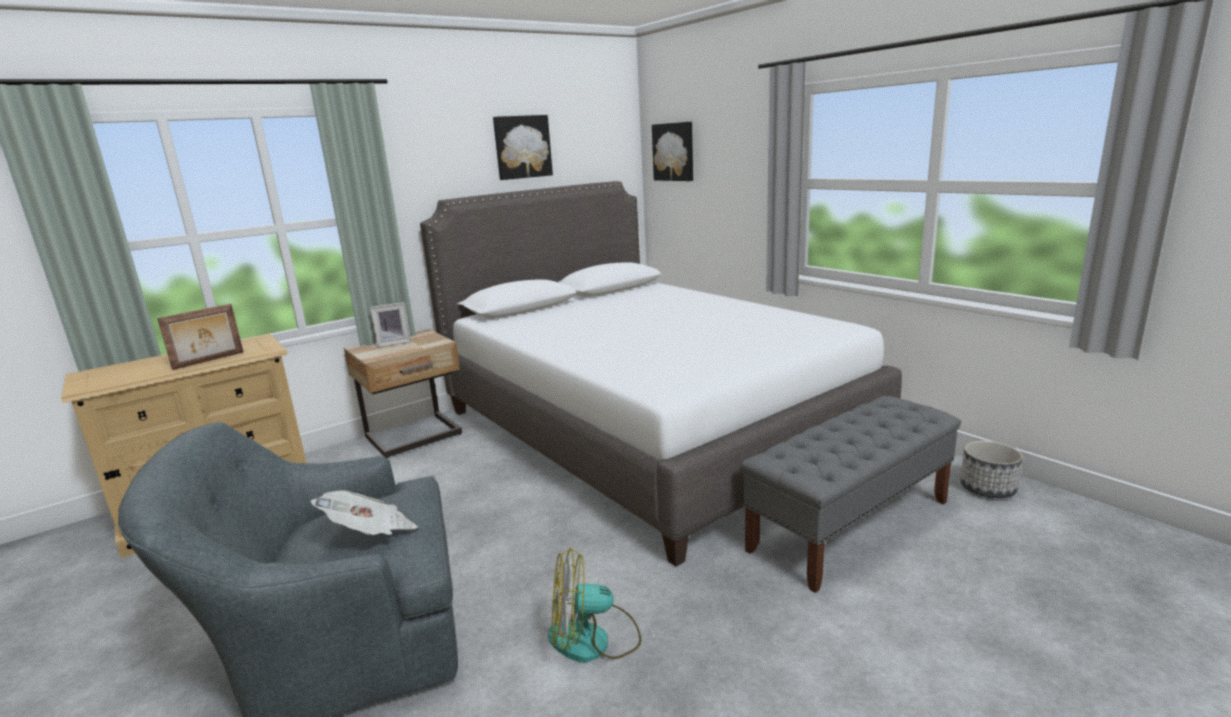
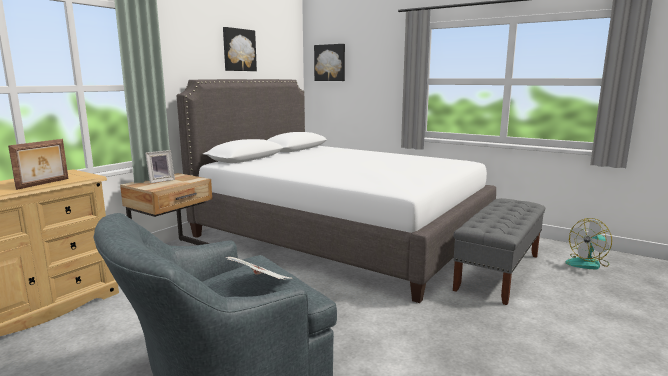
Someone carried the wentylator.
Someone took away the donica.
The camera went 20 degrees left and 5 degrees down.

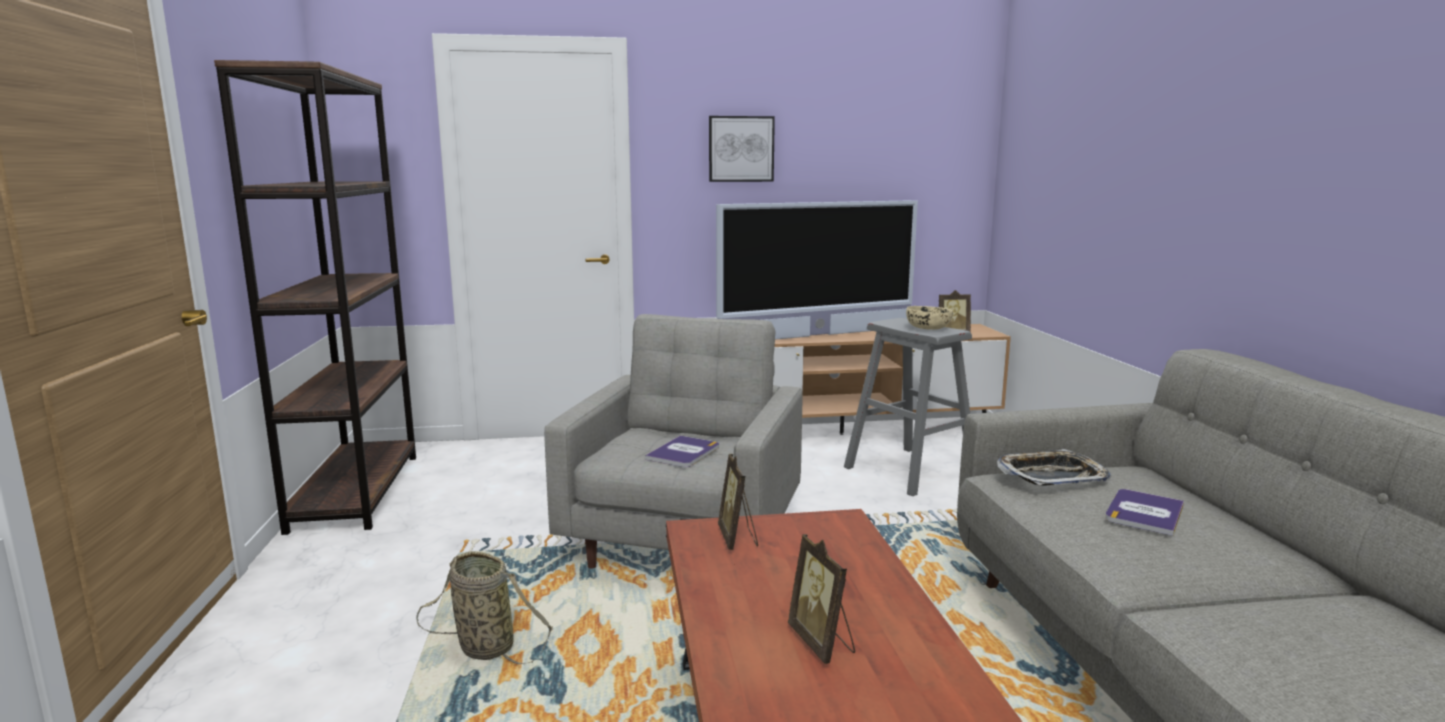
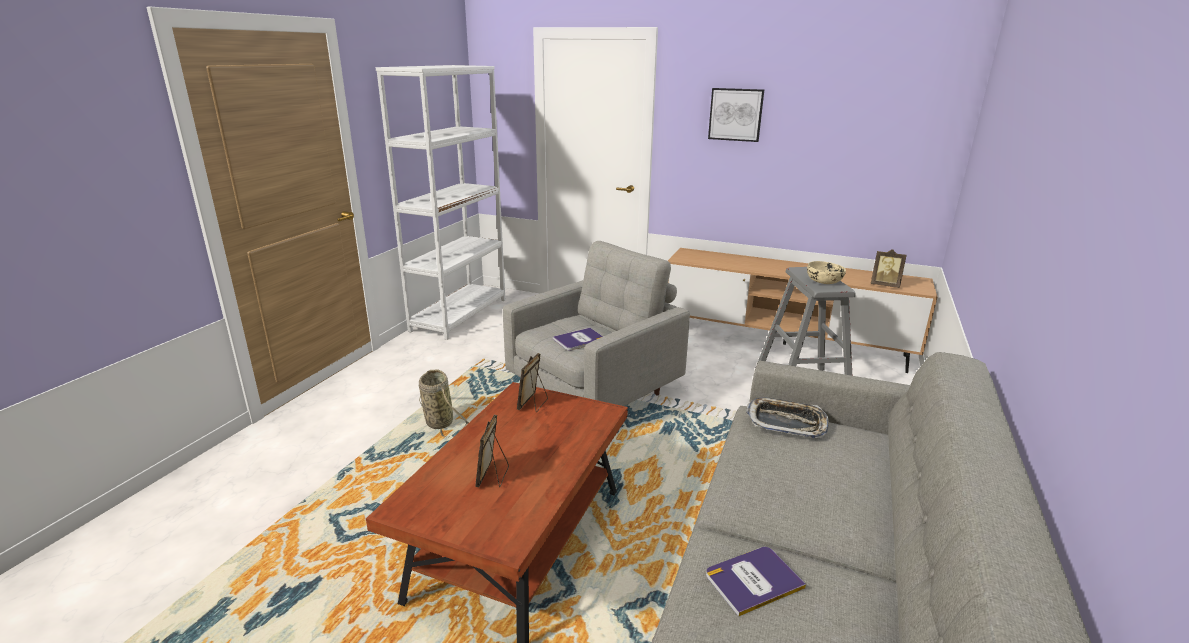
Someone repainted the regał [brązowy], which became the regał [biały].
Someone took away the telewizor.
Someone carried the książka (2nd from left).
The camera went 30 degrees right and 10 degrees up.

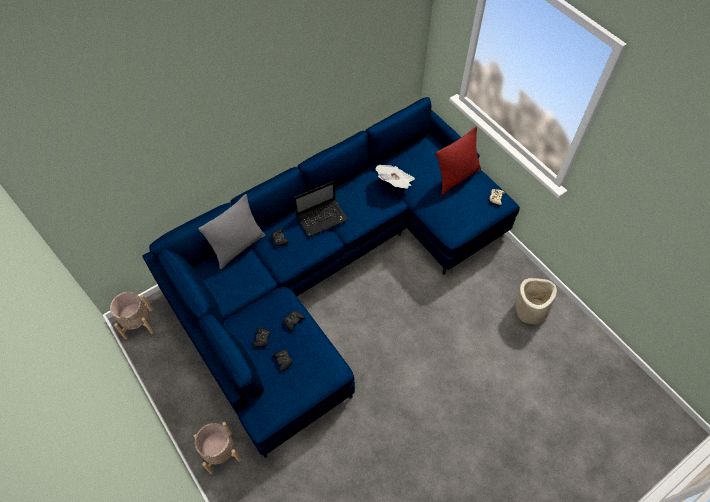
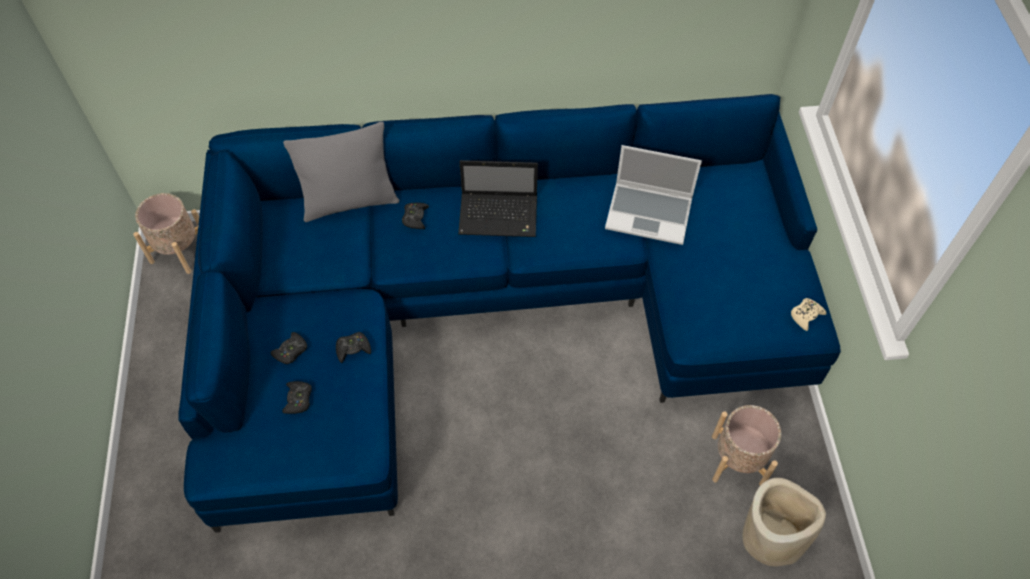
Someone carried the donica [beżowy] (2nd from left).
Someone swapped the gazeta for the laptop (2nd from left).
Someone took away the poduszka [czerwony].
The camera went 30 degrees right and 0 degrees up.

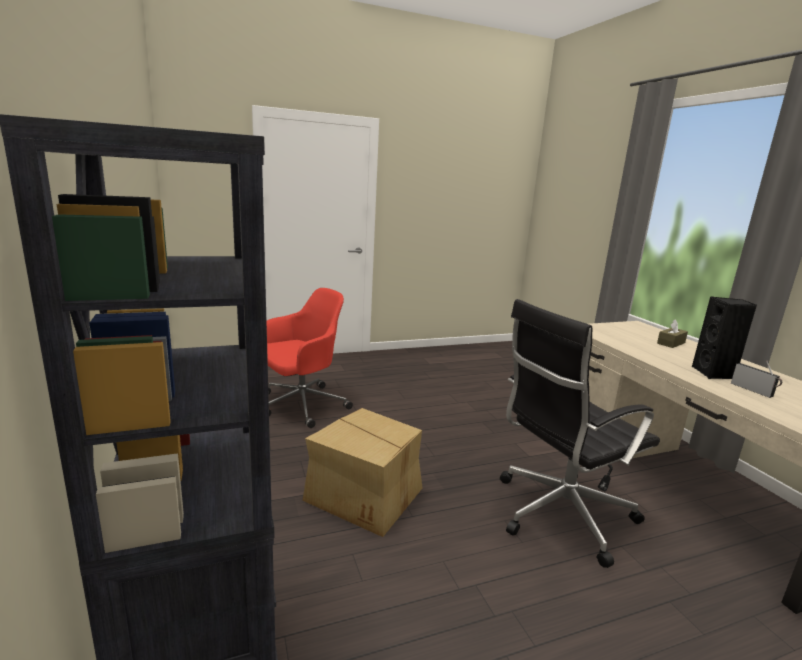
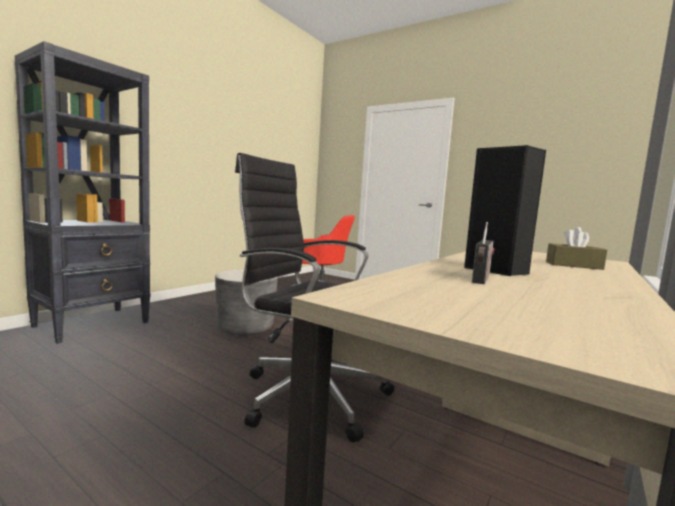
Someone swapped the karton for the donica [szary].
The camera went 55 degrees right and 10 degrees down.

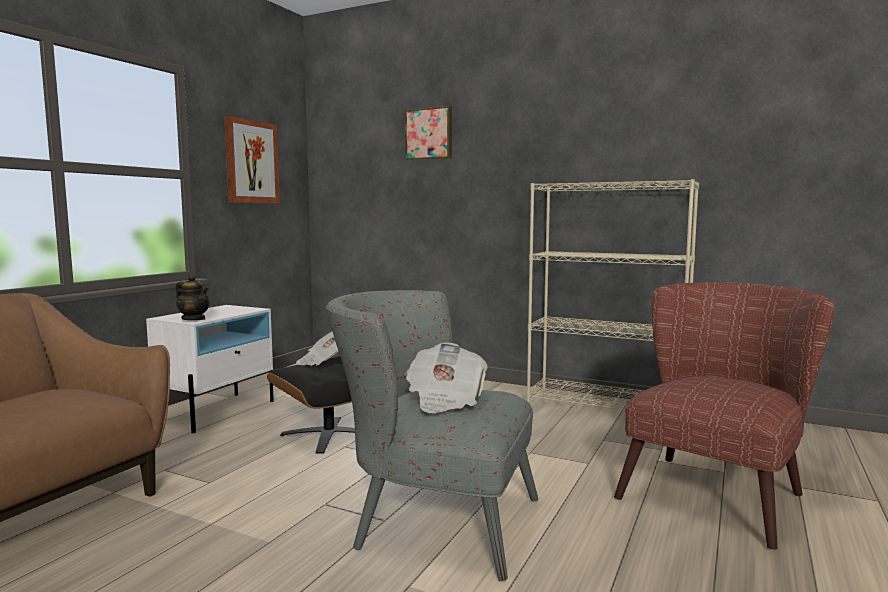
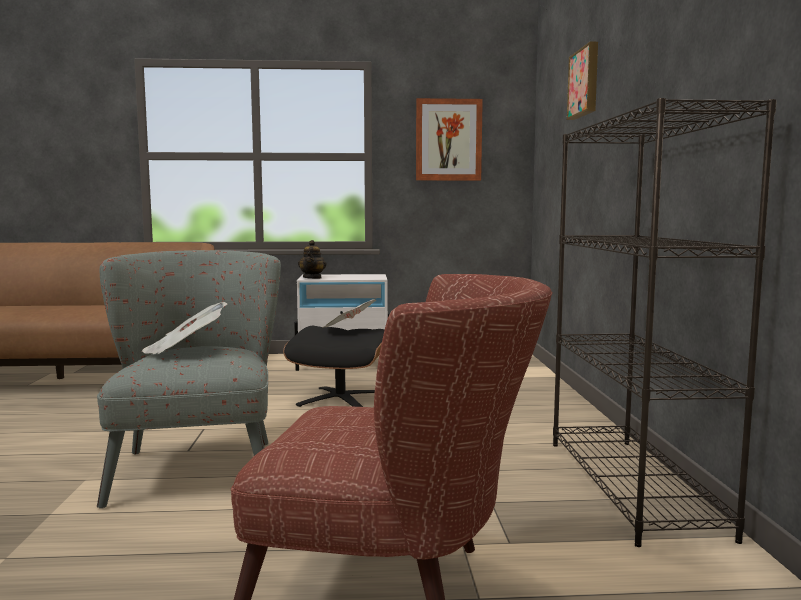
Someone repainted the regał [beżowy], which became the regał [czarny].
The camera went 60 degrees right and 0 degrees up.

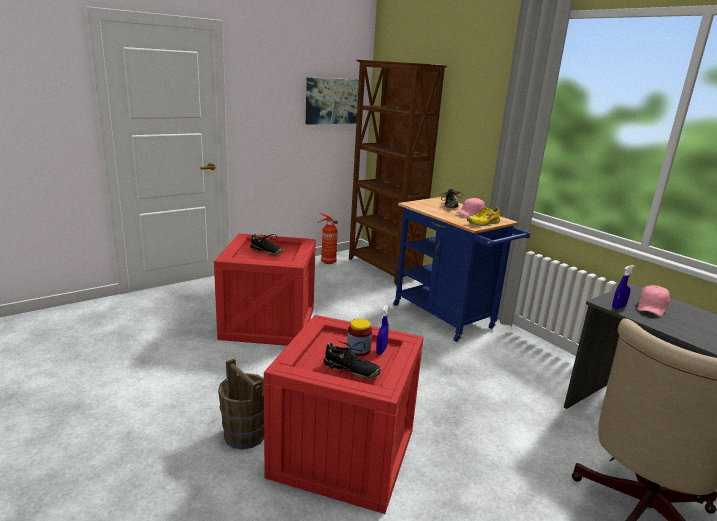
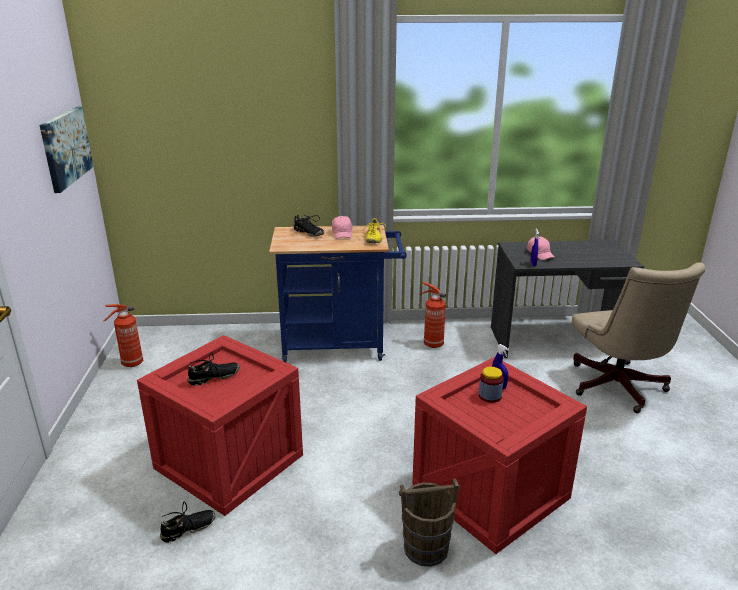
Someone carried the but [czarny] (2nd from left in the first image).
Someone took away the regał [brązowy].
Someone put down the gaśnica (2nd from left).
The camera went 55 degrees left and 5 degrees up.

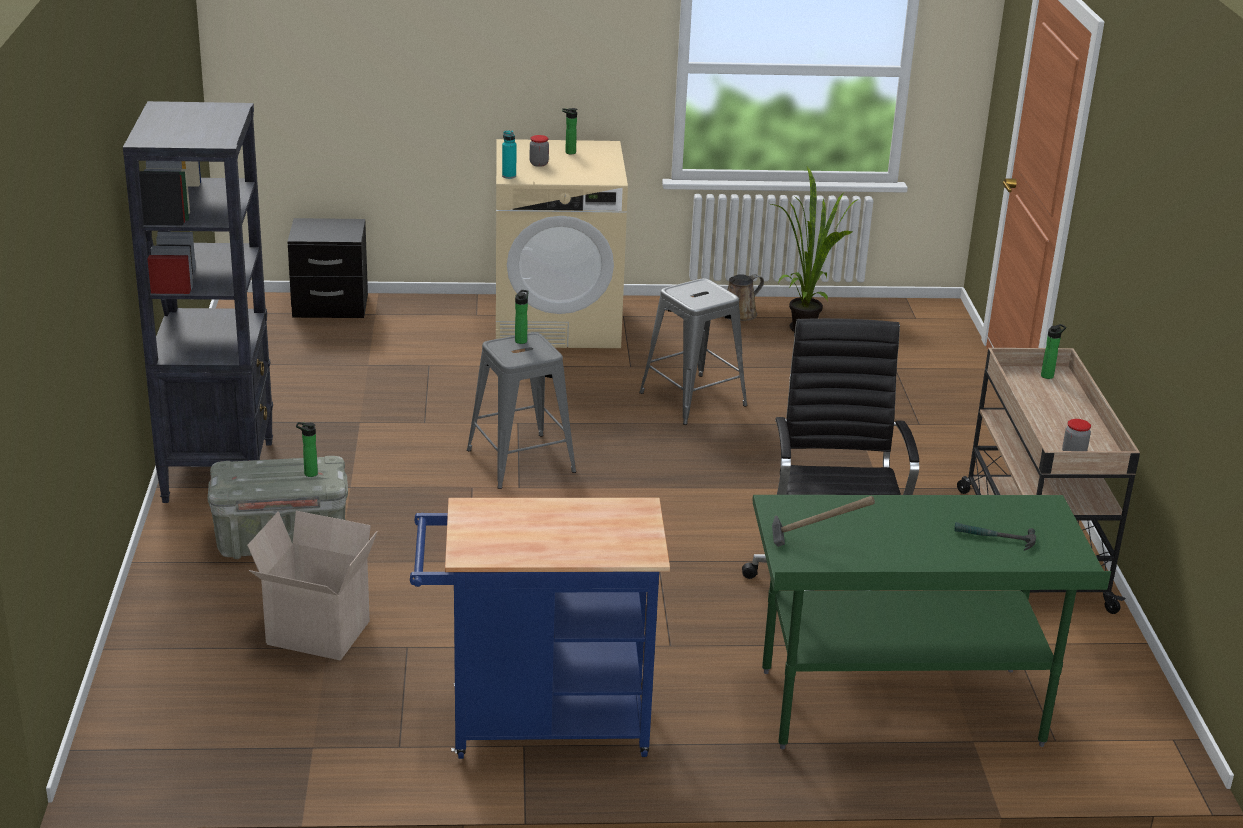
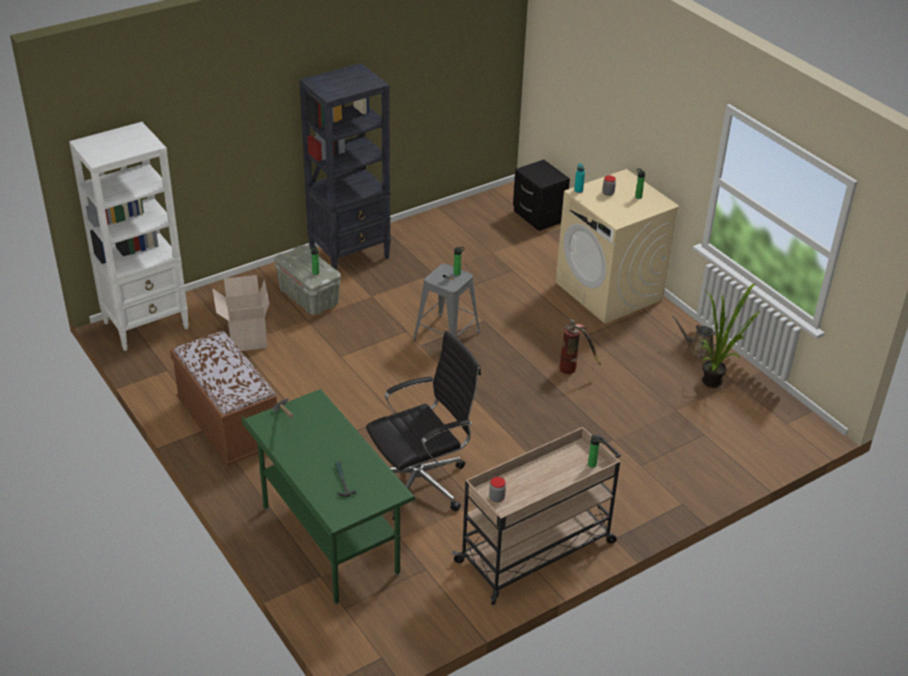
Someone swapped the wózek [niebieski] for the ławka [brązowy].
Someone swapped the stołek [szary] (2nd from left) for the gaśnica.
Someone put down the regał [biały].
The camera went 60 degrees right and 10 degrees up.

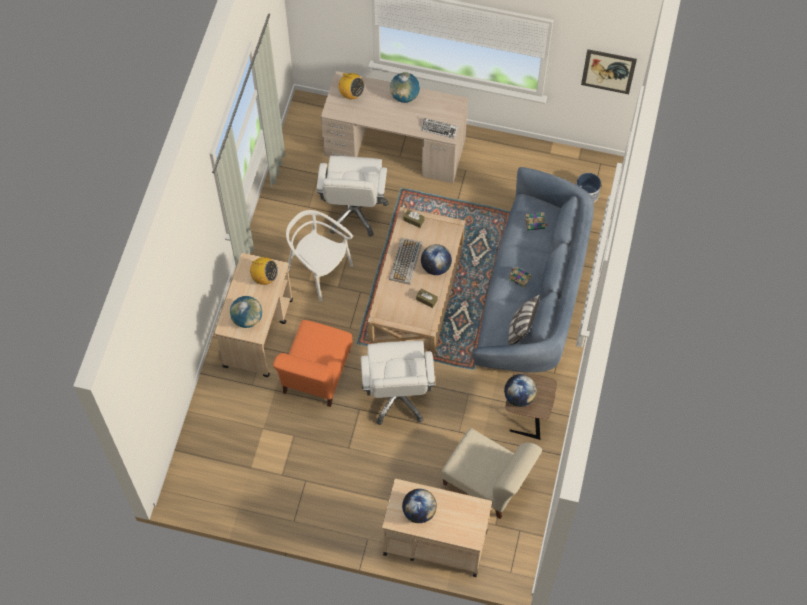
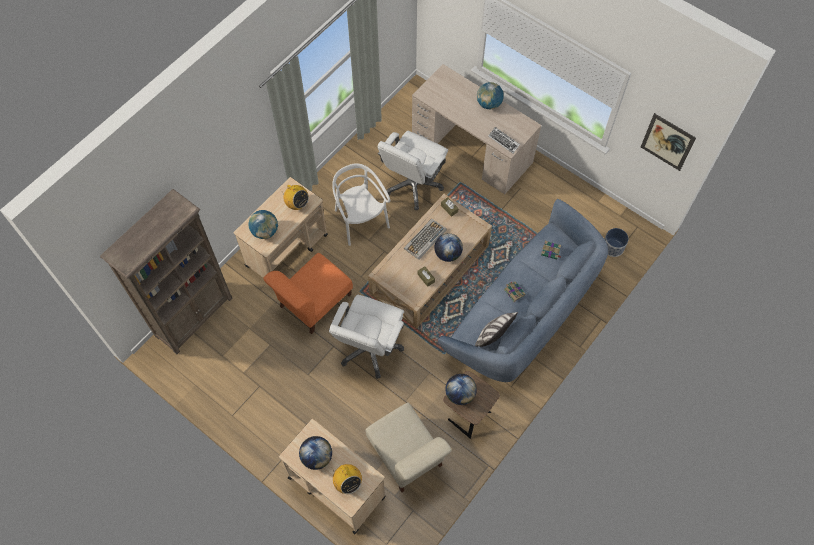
Someone carried the radio (2nd from left).
Someone put down the regał [brązowy].
The camera went 25 degrees right and 0 degrees up.

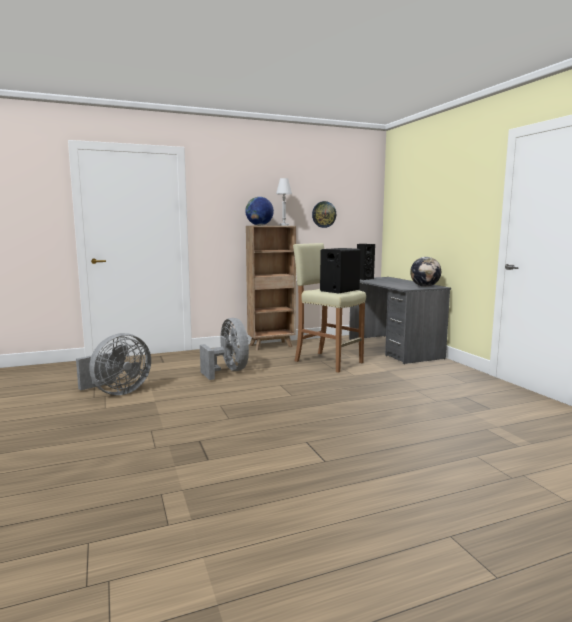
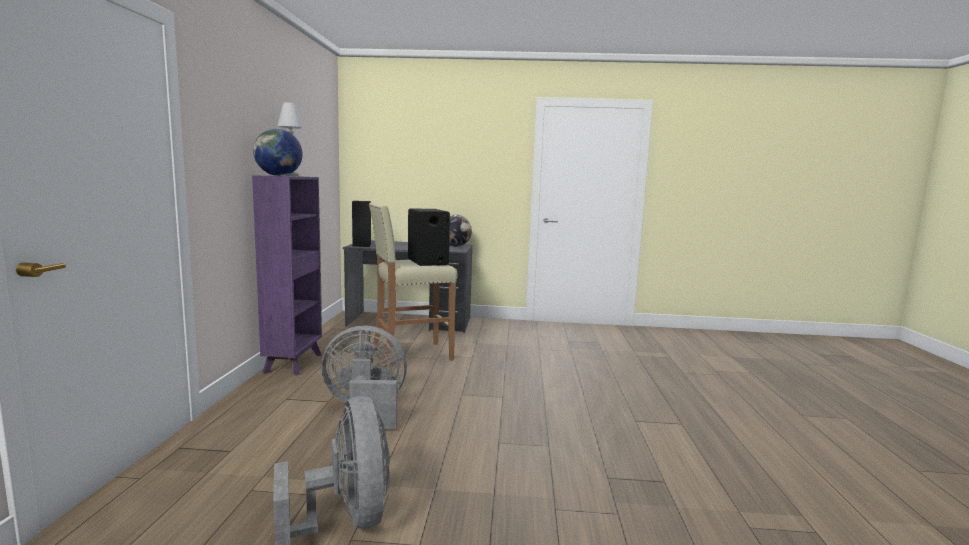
Someone repainted the regał [brązowy], which became the regał [fioletowy].
Someone took away the zegar ścienny.
The camera went 65 degrees left and 0 degrees up.

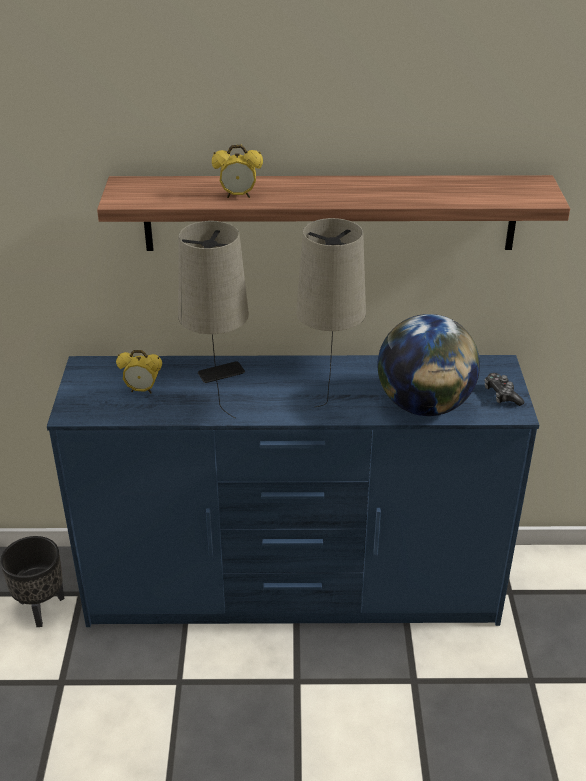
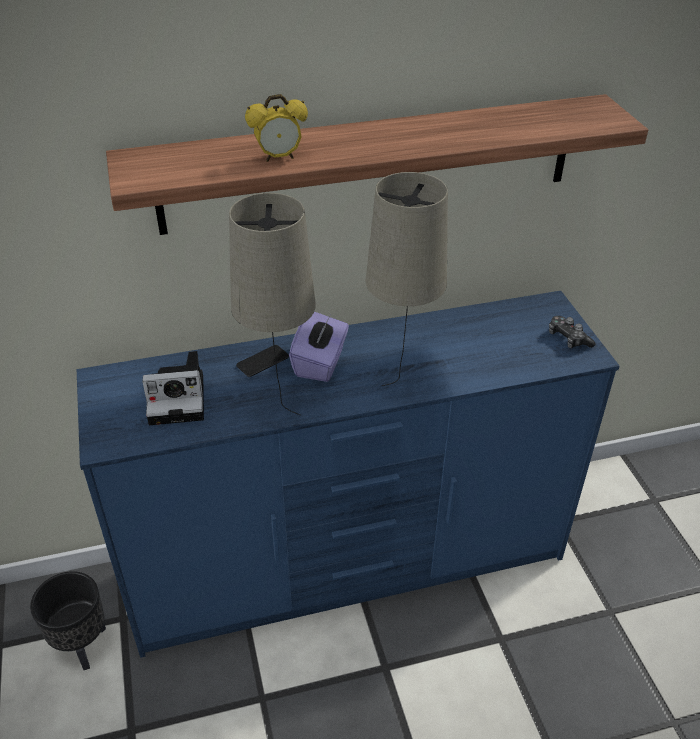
Someone swapped the budzik (1st from left) for the aparat fotograficzny.
Someone took away the globus.
Someone put down the pudełko chusteczek [fioletowy].
The camera went 15 degrees left and 5 degrees up.

